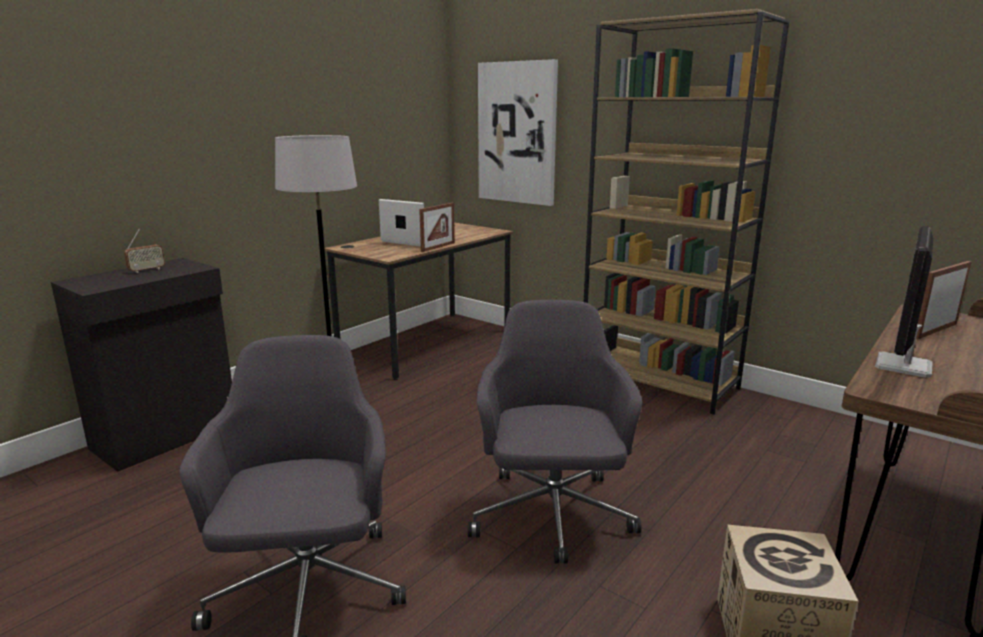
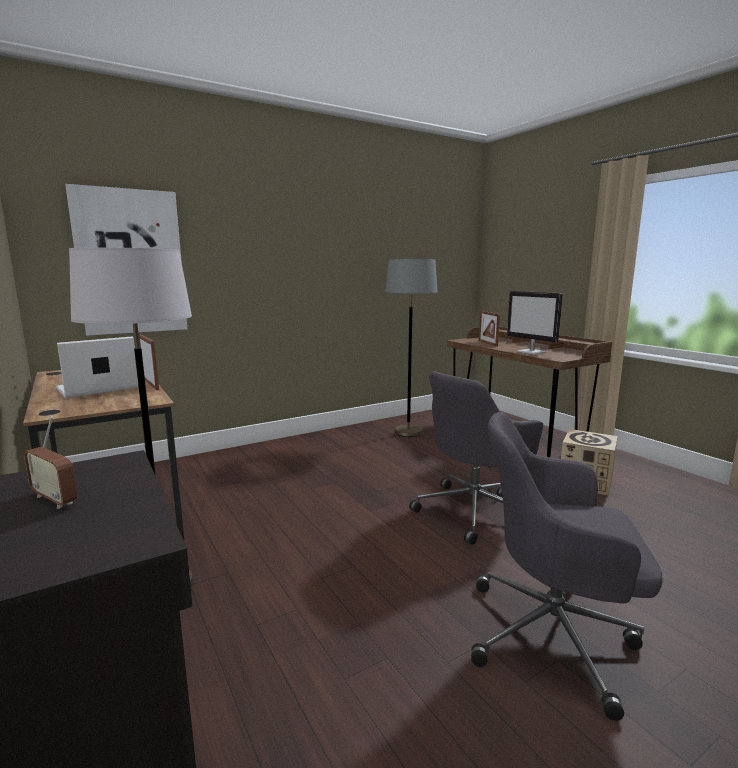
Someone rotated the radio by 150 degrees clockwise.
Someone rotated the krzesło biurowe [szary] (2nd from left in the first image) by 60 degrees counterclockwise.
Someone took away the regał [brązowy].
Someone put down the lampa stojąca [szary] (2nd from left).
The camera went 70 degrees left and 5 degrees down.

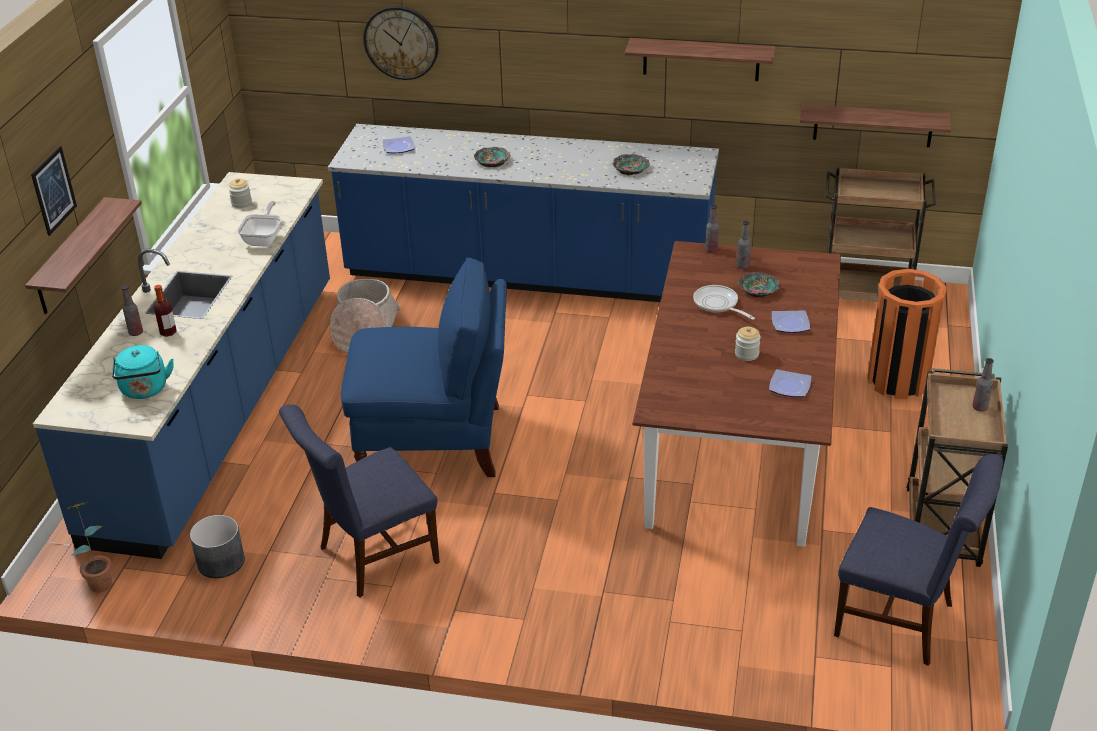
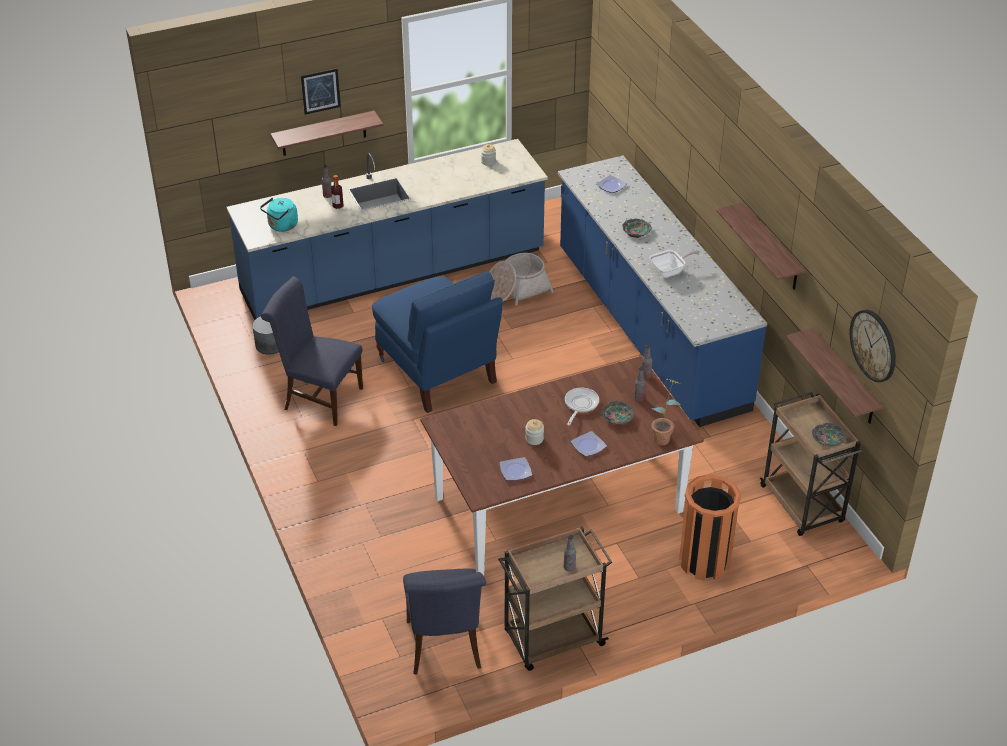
Someone carried the roślina doniczkowa.
Someone carried the patelnia (1st from left in the first image).
Someone carried the zegar ścienny.
Someone carried the miska (2nd from left in the first image).
The camera went 55 degrees right and 5 degrees up.

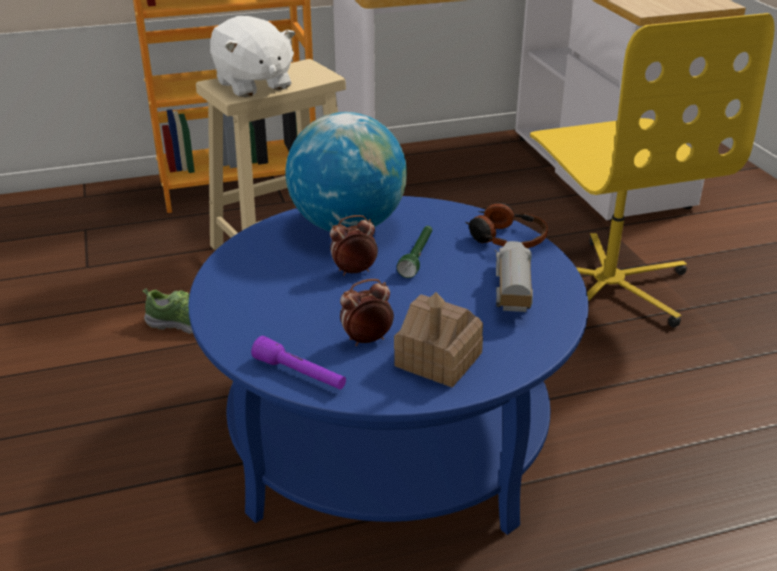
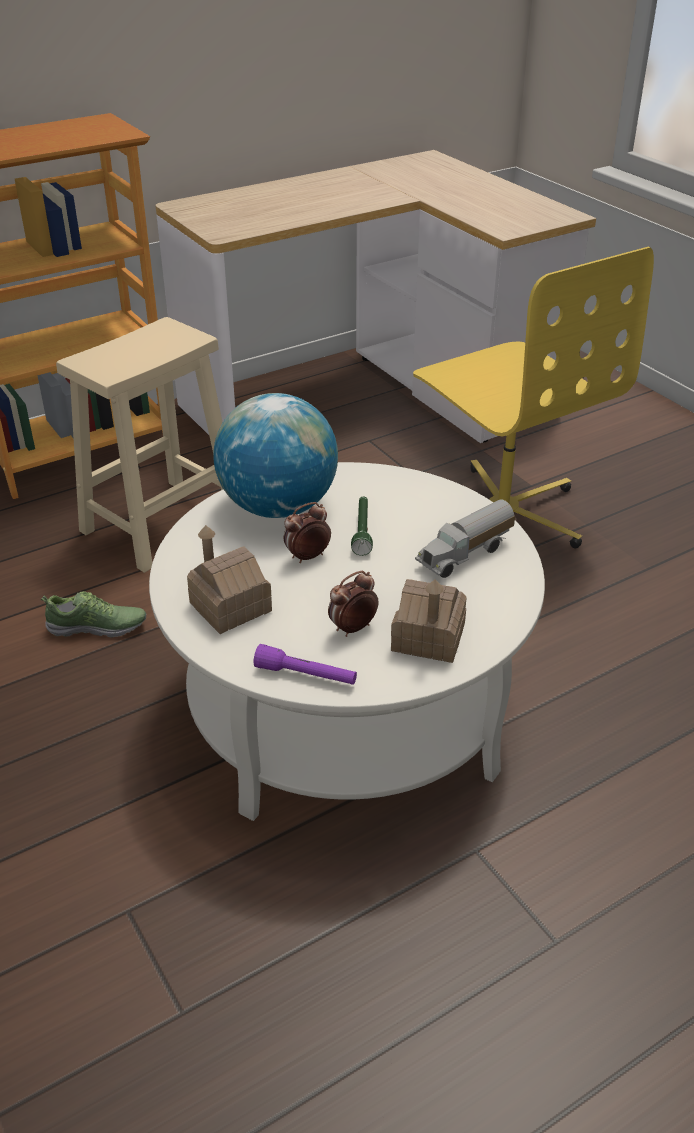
Someone repainted the ława [niebieski], which became the ława [biały].
Someone took away the pluszak [biały].
Someone took away the słuchawki.
Someone rotated the ciężarówka zabawkowa by 120 degrees counterclockwise.
Someone put down the domek (1st from left).
The camera went 15 degrees left and 5 degrees up.

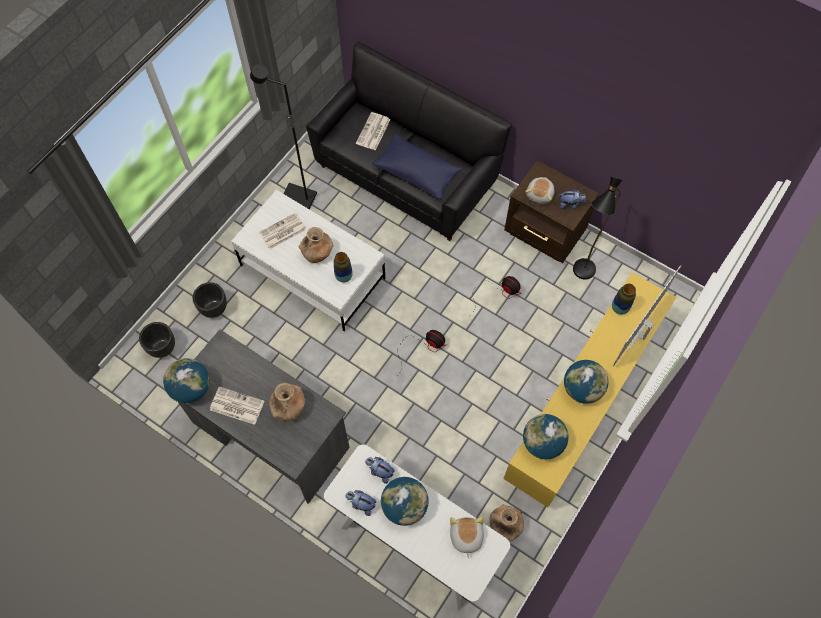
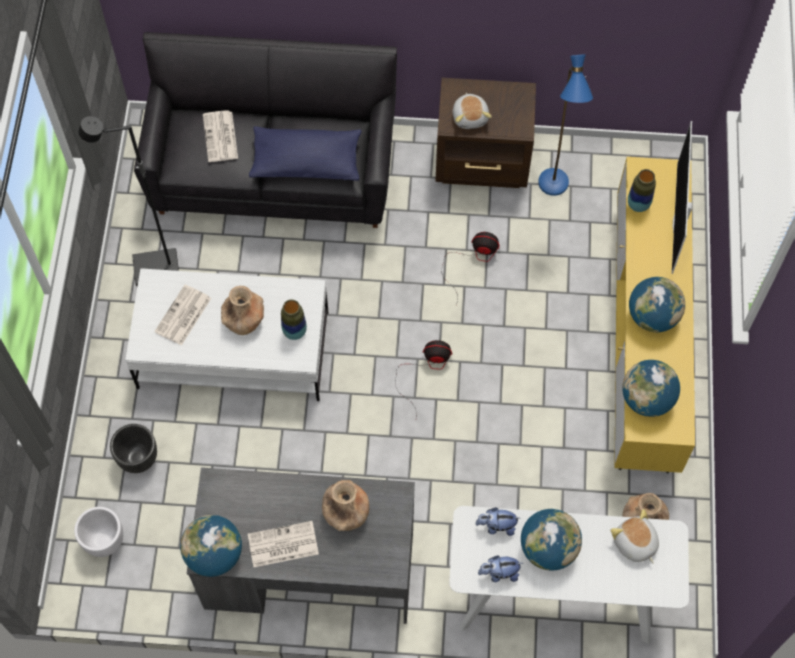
Someone repainted the donica [czarny] (1st from left), which became the donica [biały].
Someone took away the pluszak (5th from left).
Someone repainted the lampa stojąca [czarny] (2nd from left), which became the lampa stojąca [niebieski].
The camera went 30 degrees left and 0 degrees up.

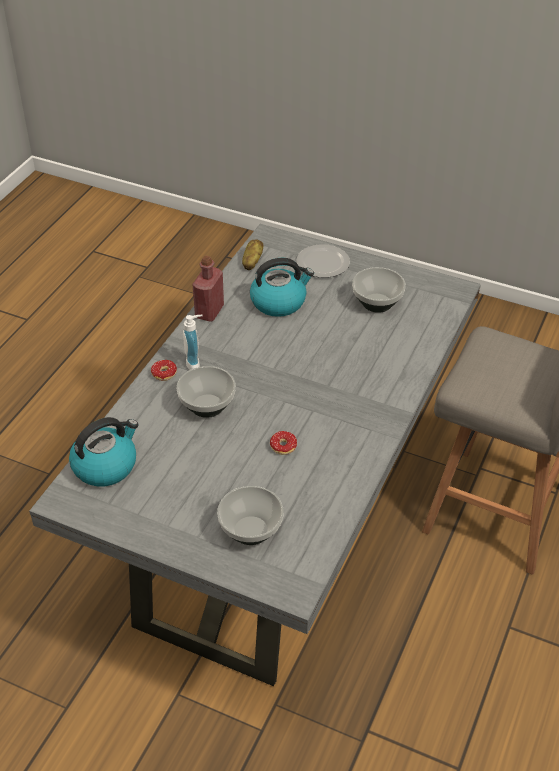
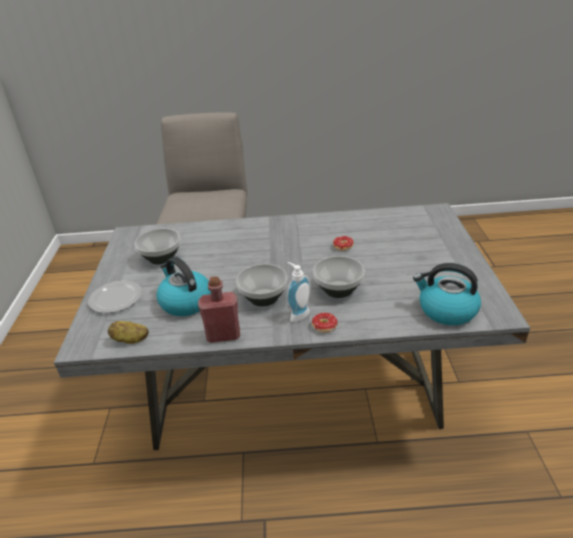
Someone carried the miska (2nd from left).
The camera went 115 degrees left and 10 degrees down.

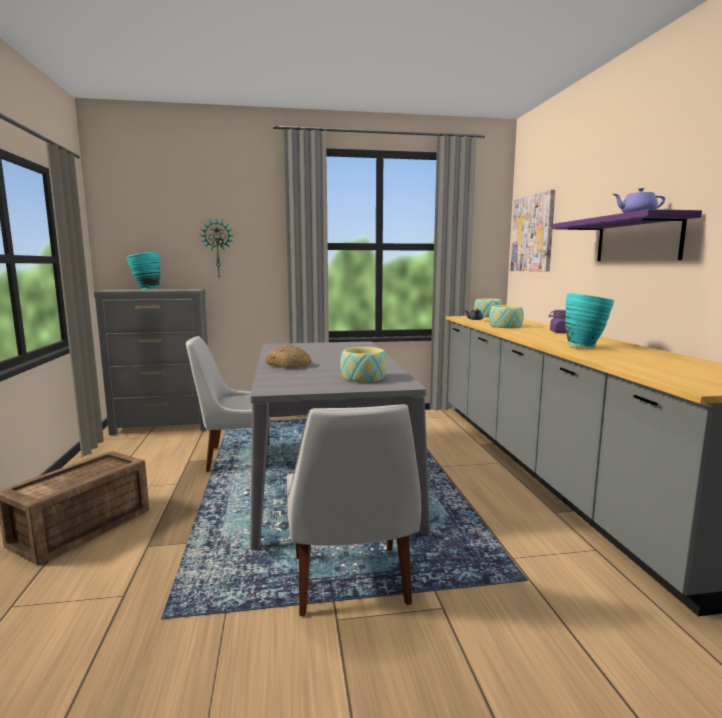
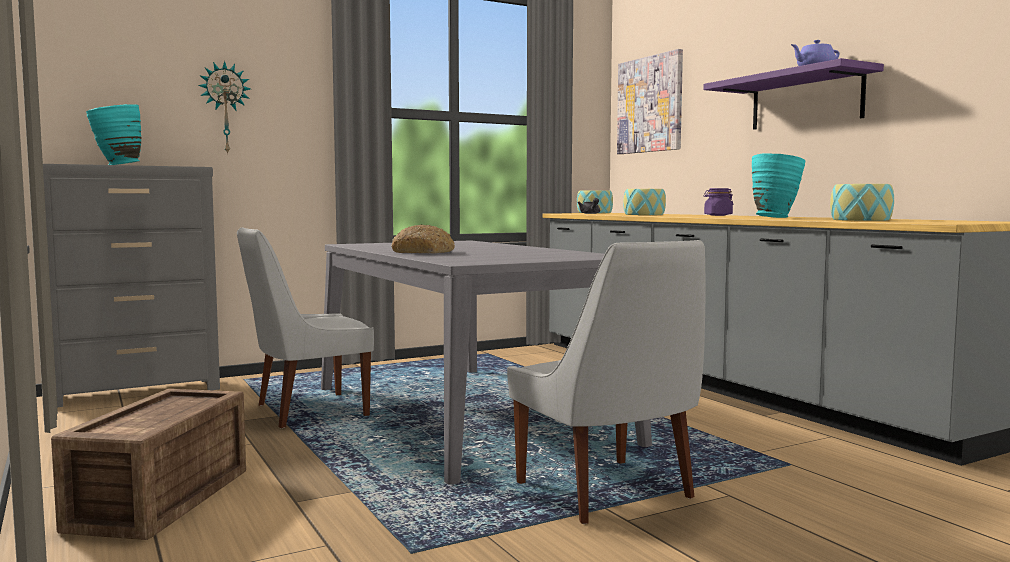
Someone carried the miska (1st from left in the first image).
The camera went 20 degrees left and 5 degrees down.

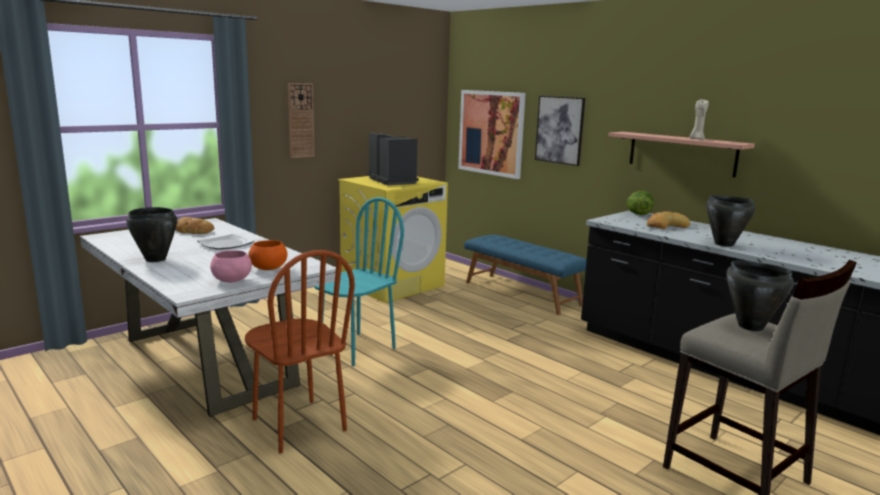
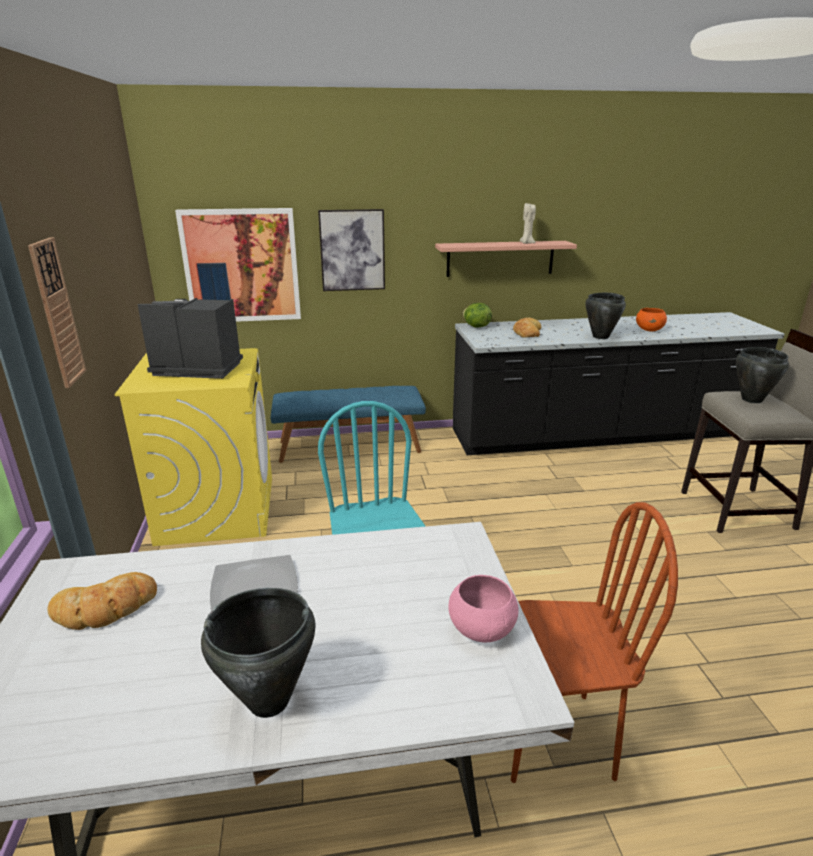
Someone carried the miska [pomarańczowy].
The camera went 55 degrees left and 10 degrees up.

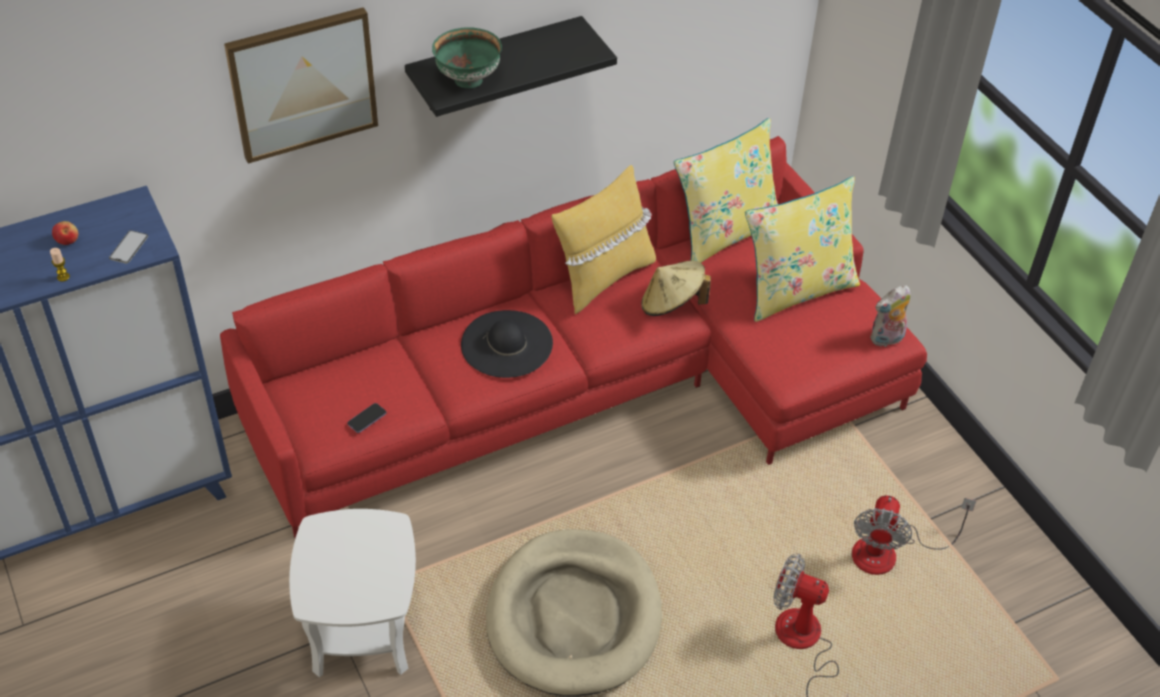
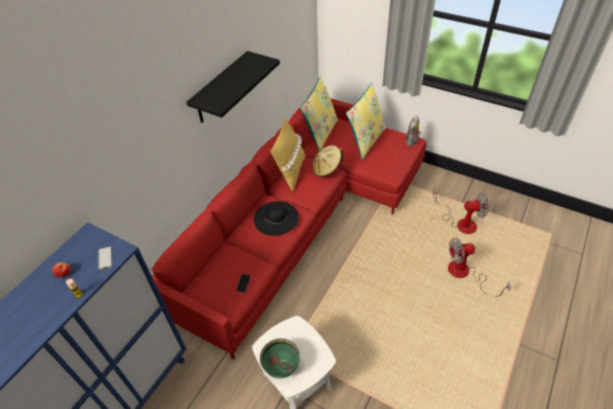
Someone took away the obraz.
Someone carried the miska [zielony].
Someone took away the legowisko [beżowy].
Someone rotated the wentylator (2nd from left in the first image) by 75 degrees counterclockwise.
The camera went 30 degrees left and 0 degrees up.

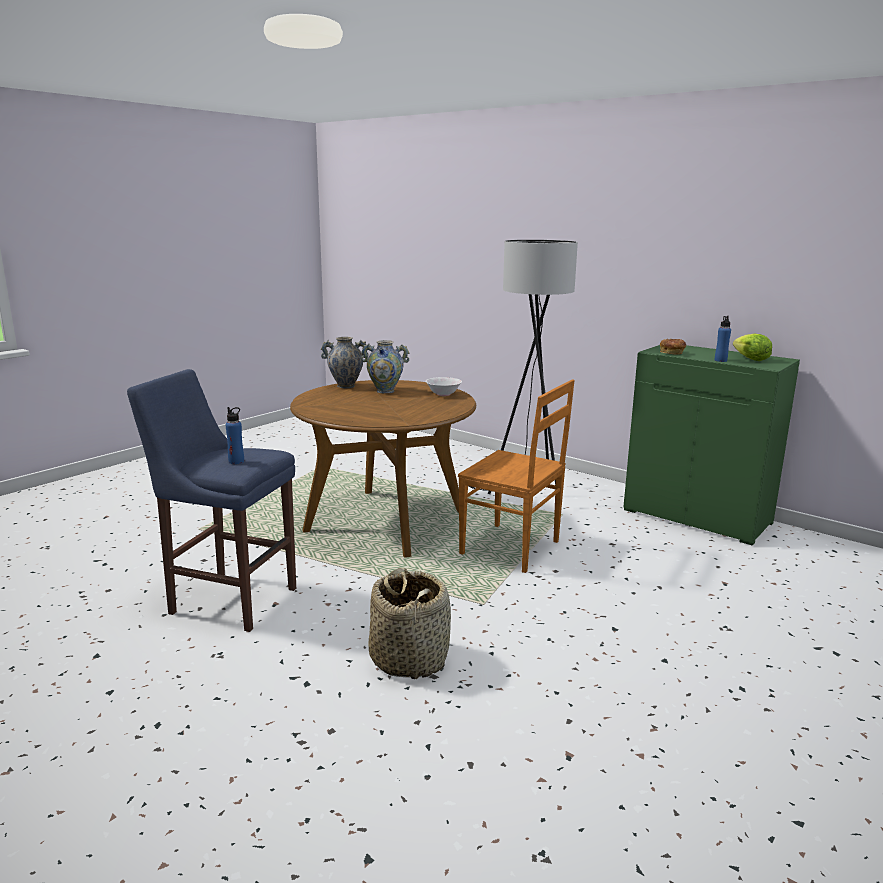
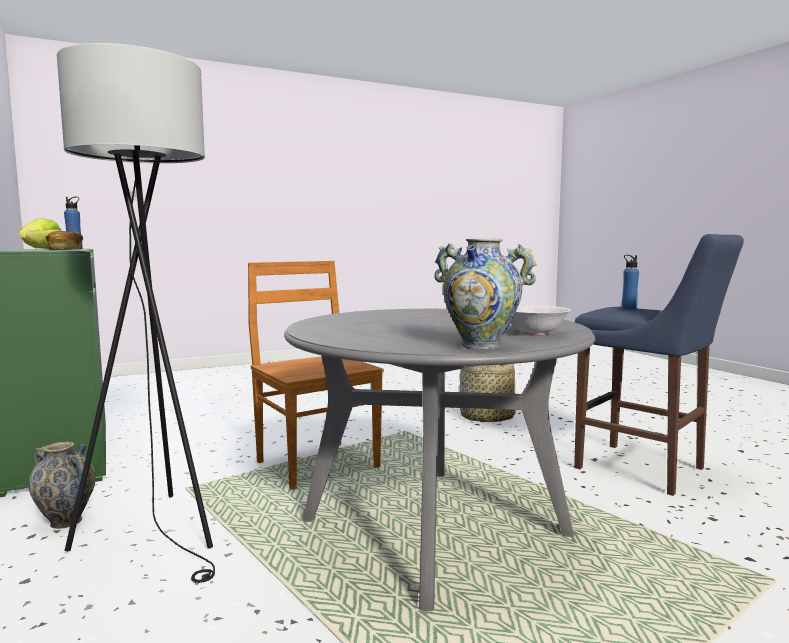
Someone repainted the stół jadalny [brązowy], which became the stół jadalny [szary].
Someone carried the wazon (2nd from left in the first image).
Someone carried the miska [biały].
The camera went 155 degrees left and 10 degrees down.

